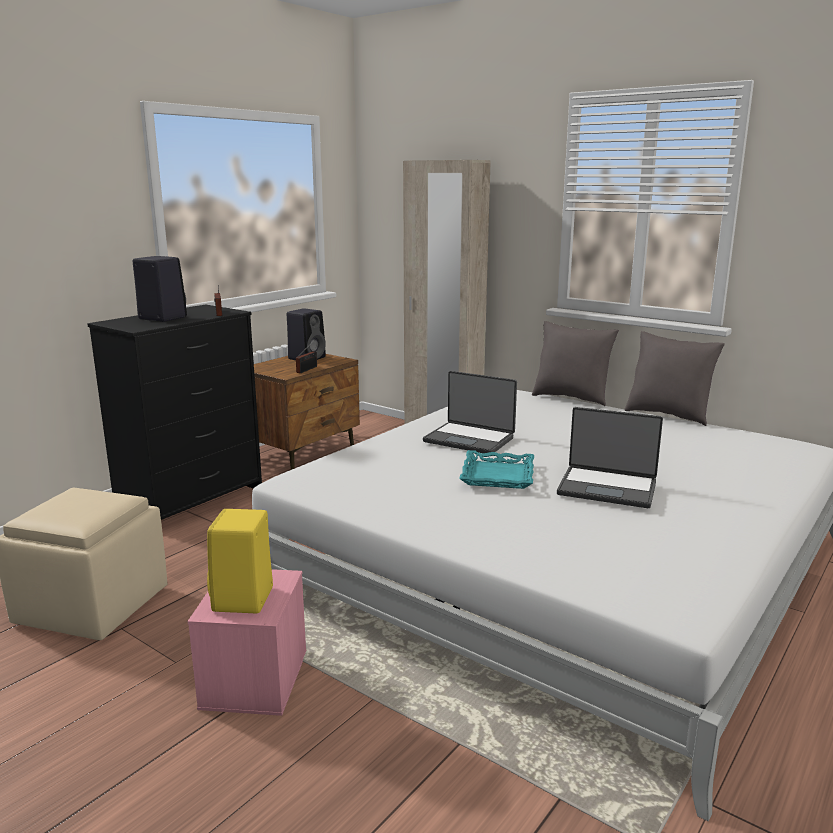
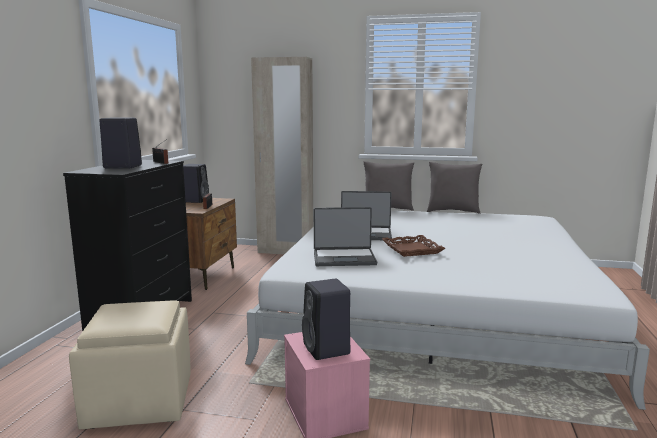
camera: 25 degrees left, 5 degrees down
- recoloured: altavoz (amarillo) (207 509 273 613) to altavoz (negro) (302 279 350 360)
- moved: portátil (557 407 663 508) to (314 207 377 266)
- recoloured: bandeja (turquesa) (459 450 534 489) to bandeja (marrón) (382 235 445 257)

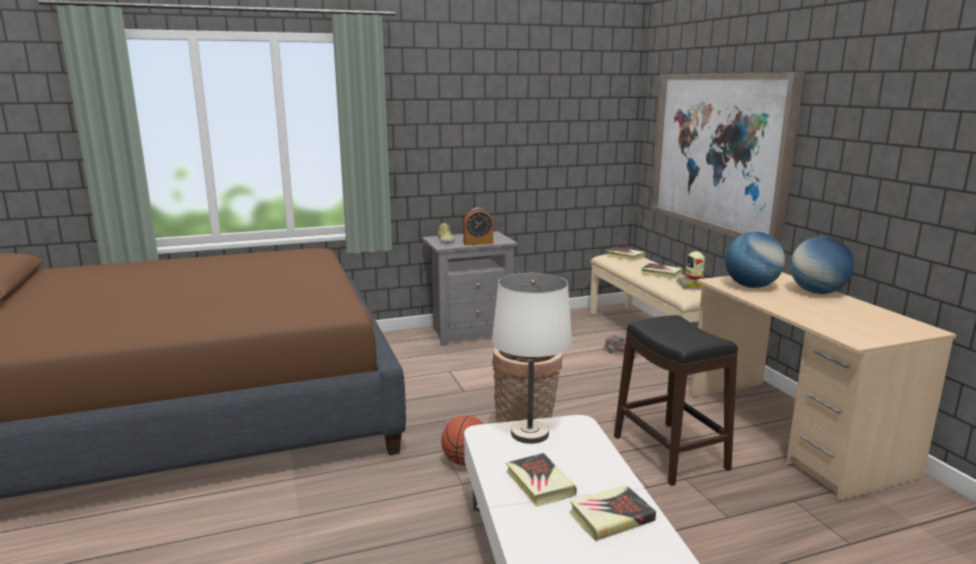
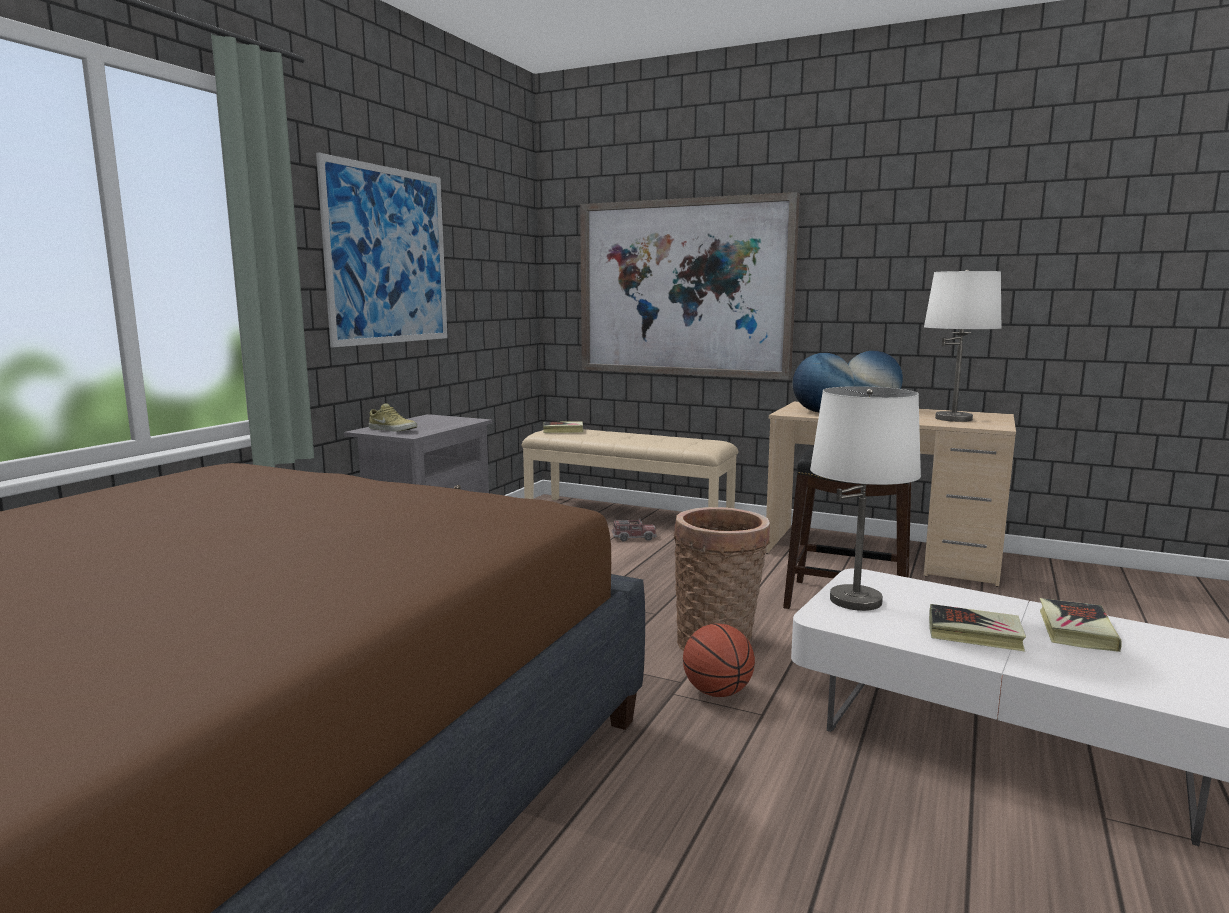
camera: 45 degrees left, 5 degrees down
- added: cuadro (316 152 448 347)
- added: lámpara de mesa (blanco) (924 270 1001 422)
- removed: despertador (463 208 493 245)
- removed: libro (641 263 682 279)
- removed: robot de juguete (676 251 705 290)

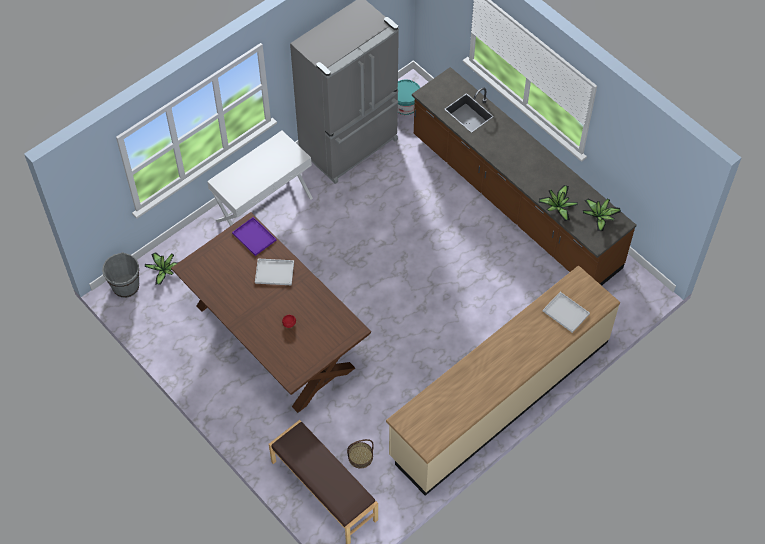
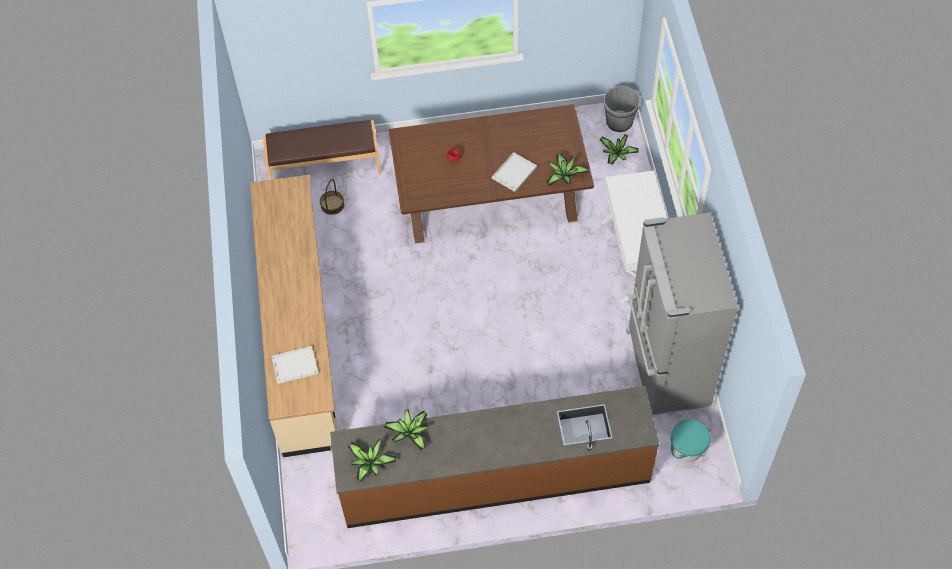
camera: 125 degrees right, 0 degrees up
- replaced: bandeja (morado) (232 217 276 256) to planta en maceta (547 154 589 186)

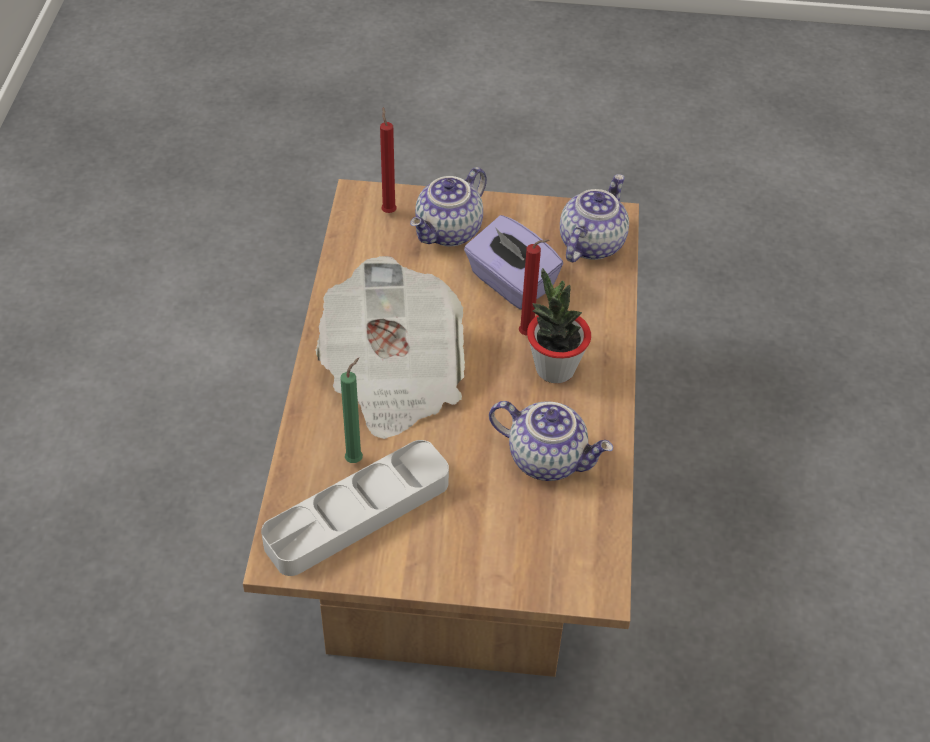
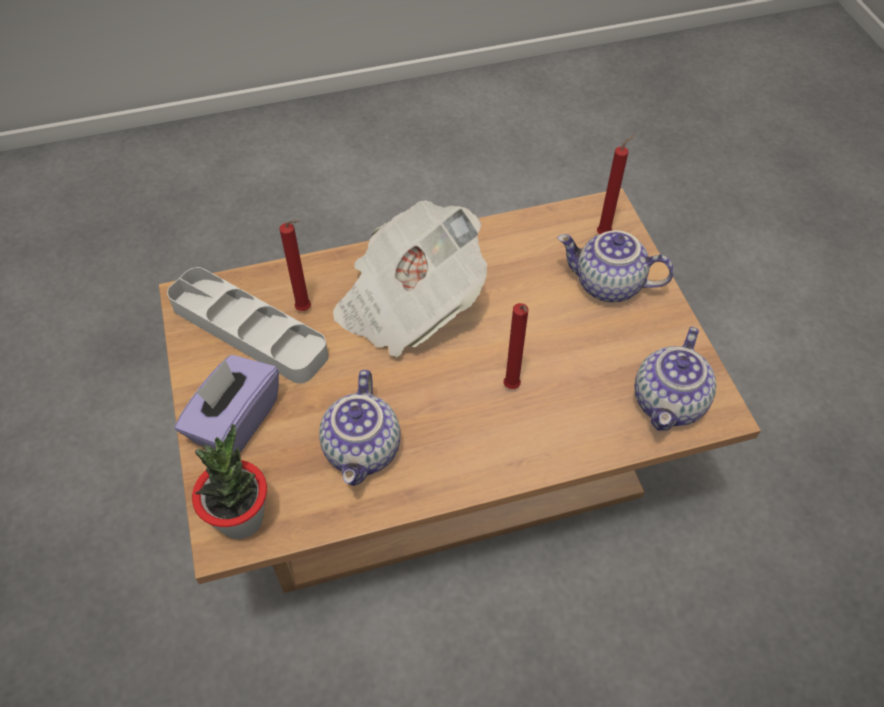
camera: 70 degrees right, 5 degrees up
- moved: caja de pañuelos (morado) (464 215 563 309) to (175 355 279 452)
- moved: planta en maceta (527 268 591 383) to (192 424 267 539)
- recoloured: vela (verde) (341 358 363 463) to vela (rojo) (279 220 311 311)
- turned: tetera (560 174 629 262) = (634 327 716 431) 105 degrees clockwise

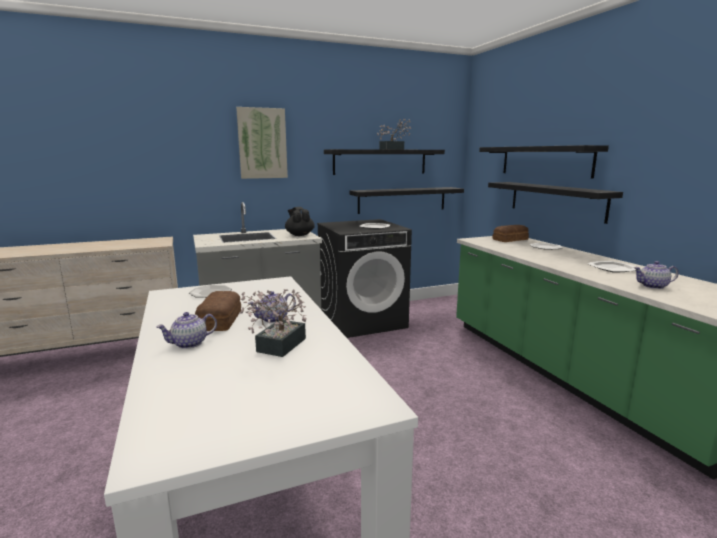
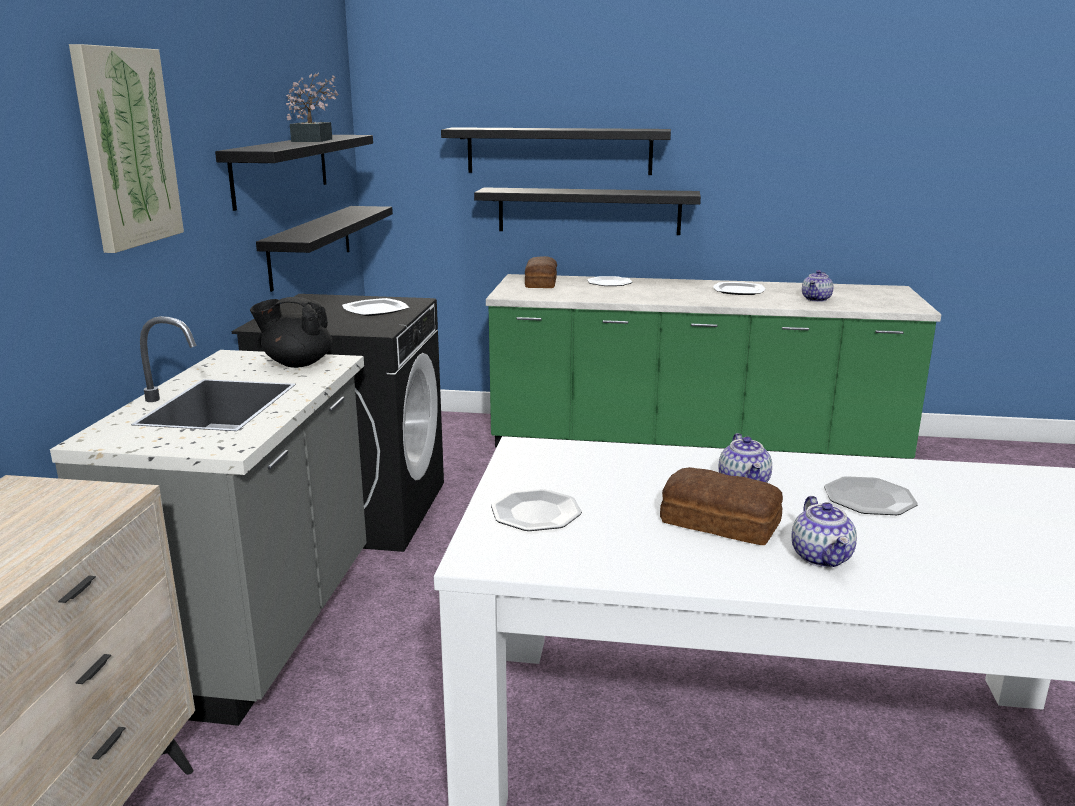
camera: 60 degrees left, 5 degrees up
- replaced: planta en maceta (240 289 306 357) to plato (824 476 918 515)

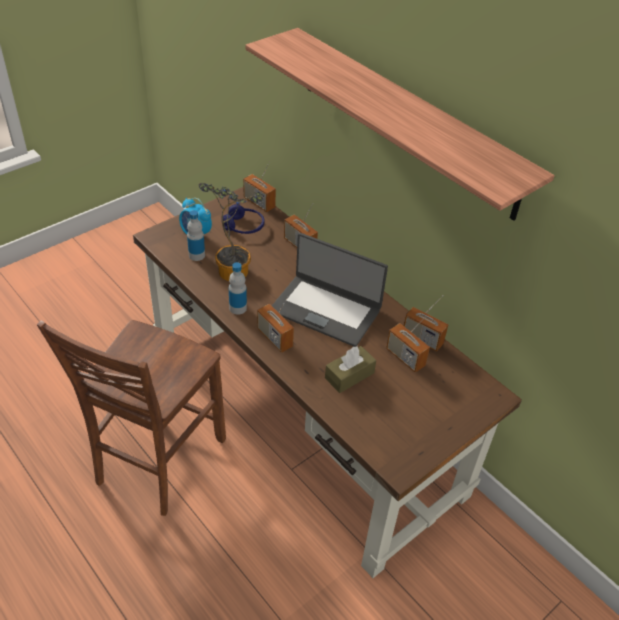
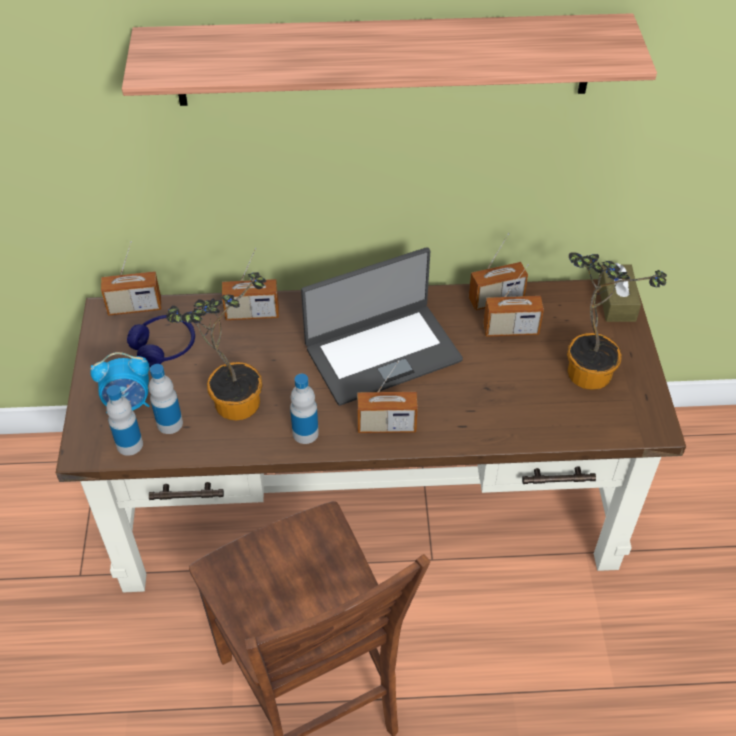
camera: 50 degrees left, 5 degrees up
- added: botella (106 385 143 456)
- added: planta en maceta (567 252 667 390)
- moved: caja de pañuelos (marrón) (325 346 376 393) to (598 263 641 322)

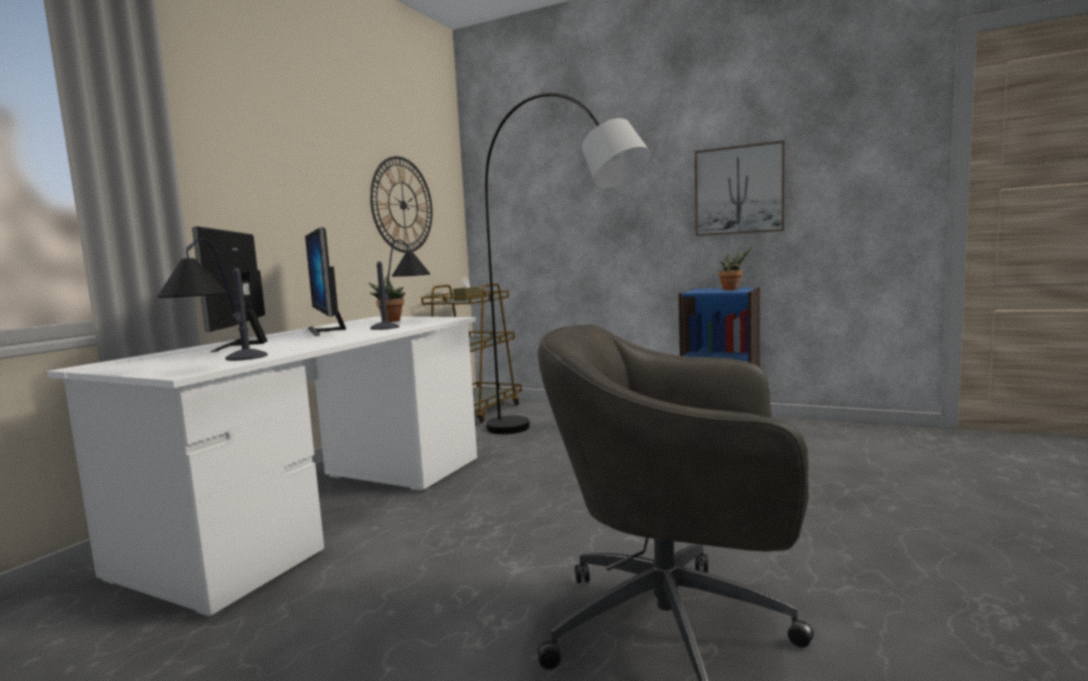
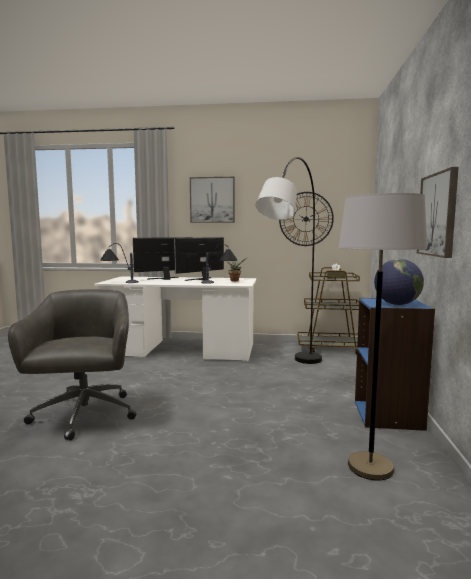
camera: 70 degrees right, 0 degrees up
- added: cuadro (190 177 235 223)
- added: lámpara de pie (gris) (338 193 427 481)
- replaced: planta en maceta (718 246 752 290) to globo terráqueo (374 259 424 305)

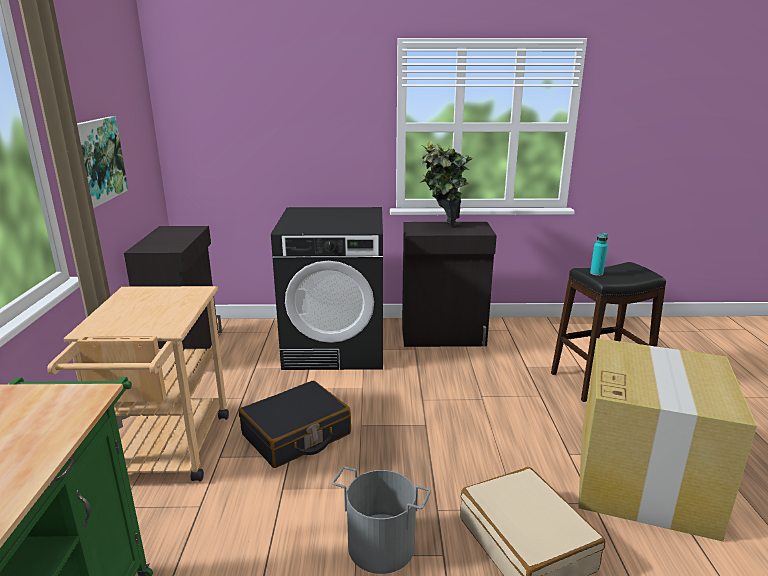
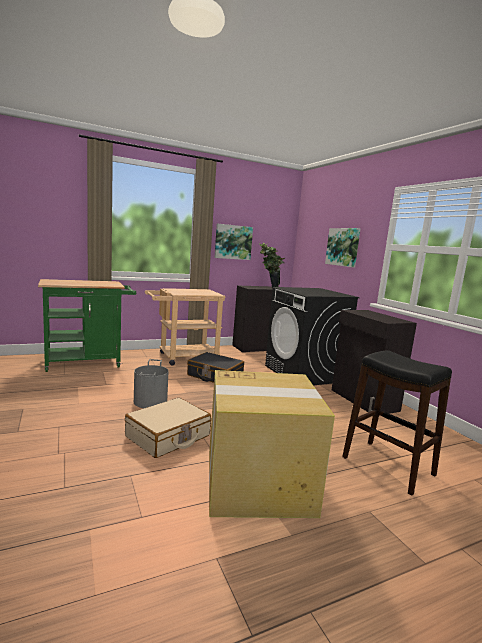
camera: 65 degrees right, 10 degrees down
- moved: planta en maceta (420 141 472 226) to (259 243 284 288)
- added: cuadro (325 228 361 268)
- removed: botella (turquesa) (590 232 608 276)

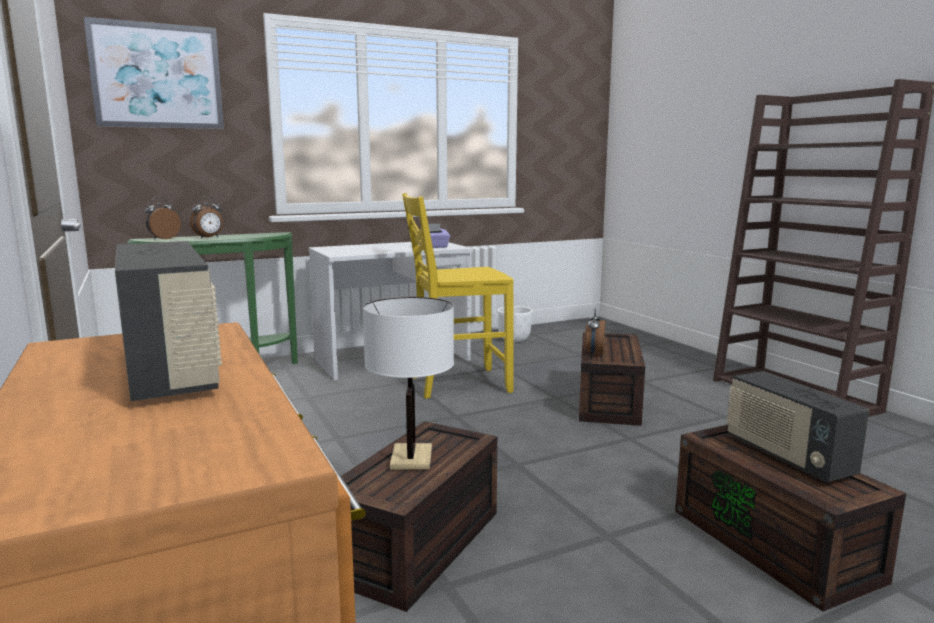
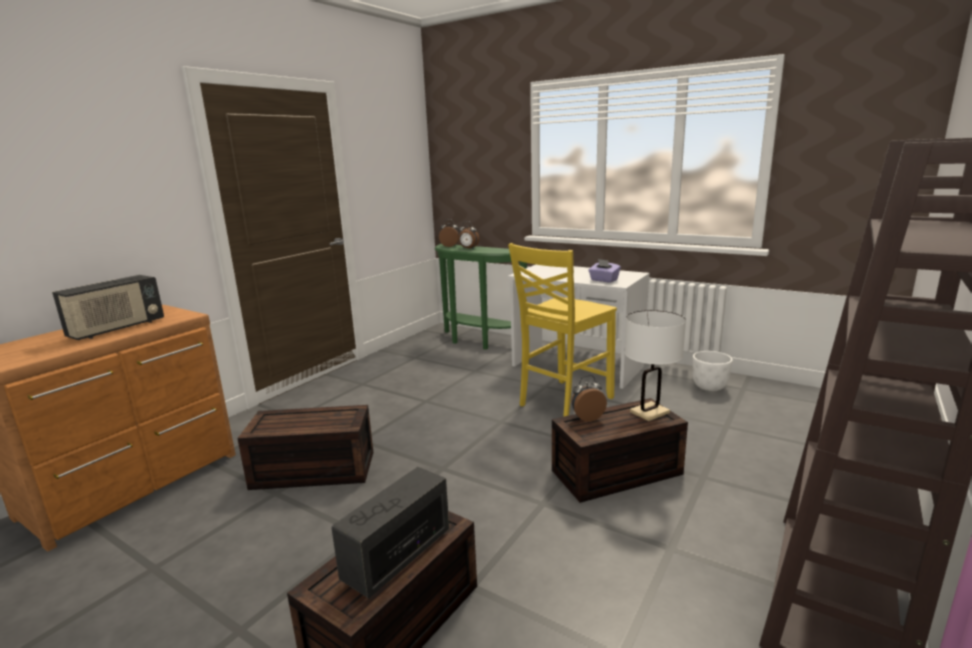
camera: 60 degrees right, 5 degrees up
- turned: silla (amarillo) (402 193 514 399) = (508 243 617 417) 90 degrees counterclockwise
- moved: lámpara de mesa (blanco) (363 297 454 470) to (625 310 686 421)
- removed: cuadro (84 17 224 129)

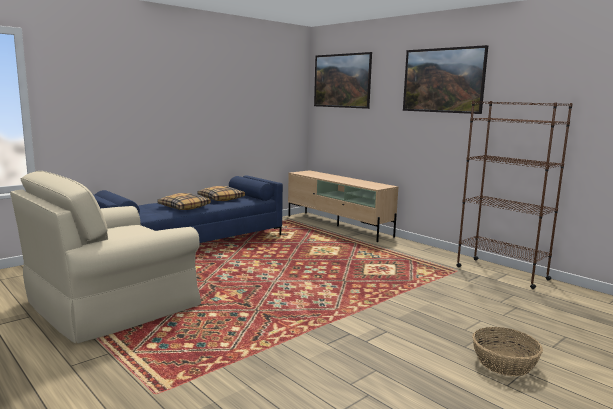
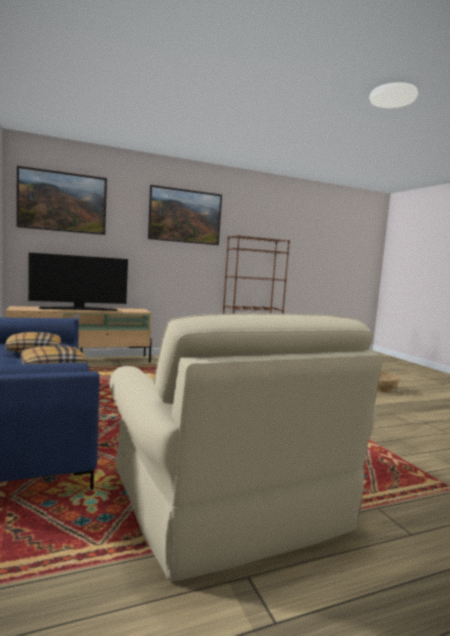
camera: 70 degrees left, 5 degrees down
- added: televisor (28 252 128 311)

